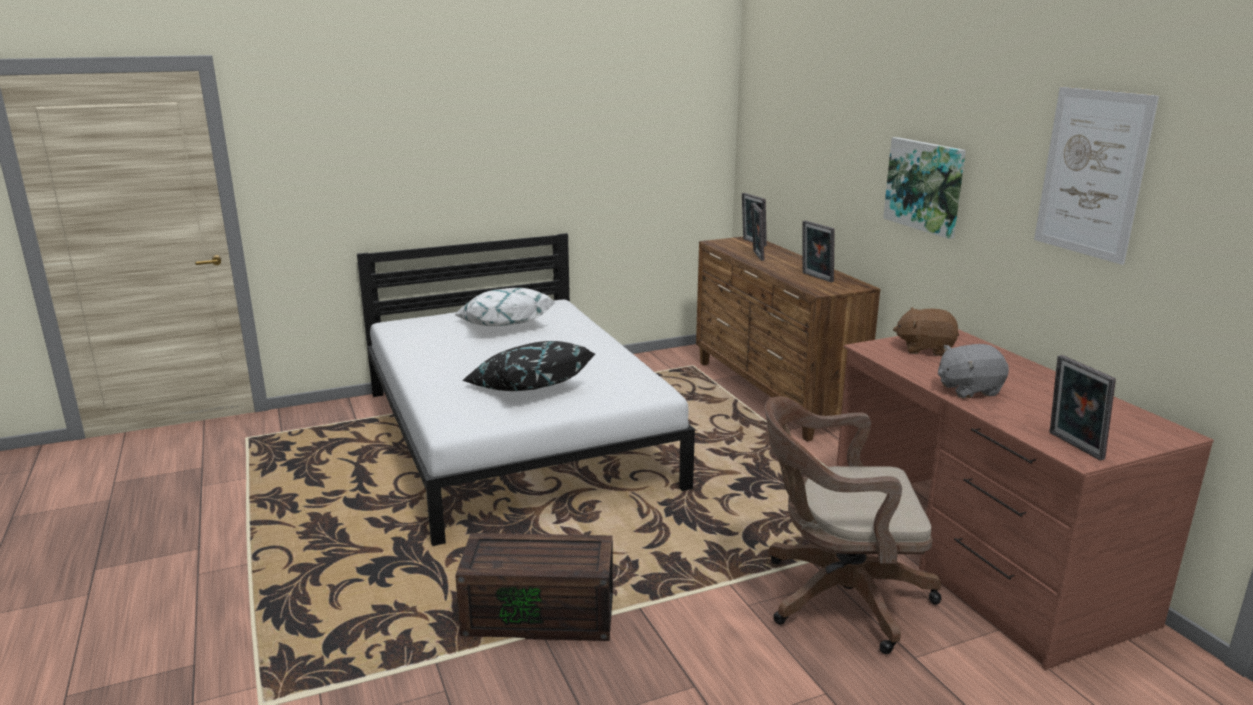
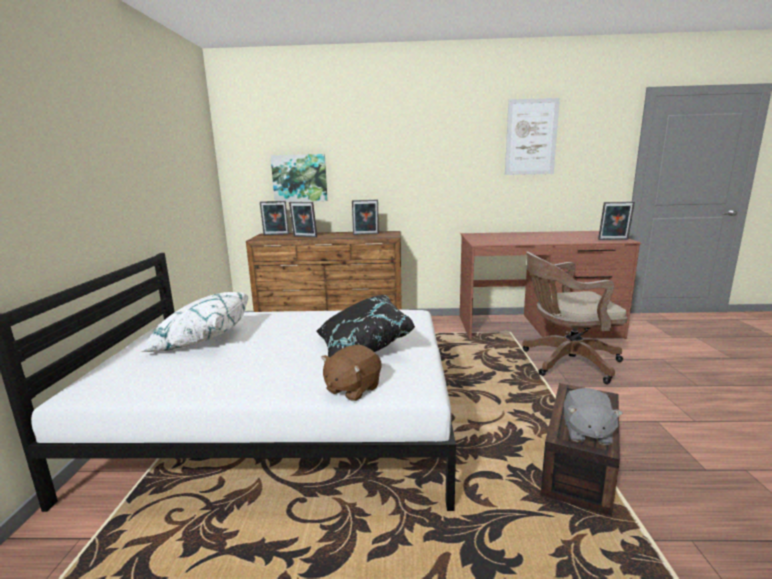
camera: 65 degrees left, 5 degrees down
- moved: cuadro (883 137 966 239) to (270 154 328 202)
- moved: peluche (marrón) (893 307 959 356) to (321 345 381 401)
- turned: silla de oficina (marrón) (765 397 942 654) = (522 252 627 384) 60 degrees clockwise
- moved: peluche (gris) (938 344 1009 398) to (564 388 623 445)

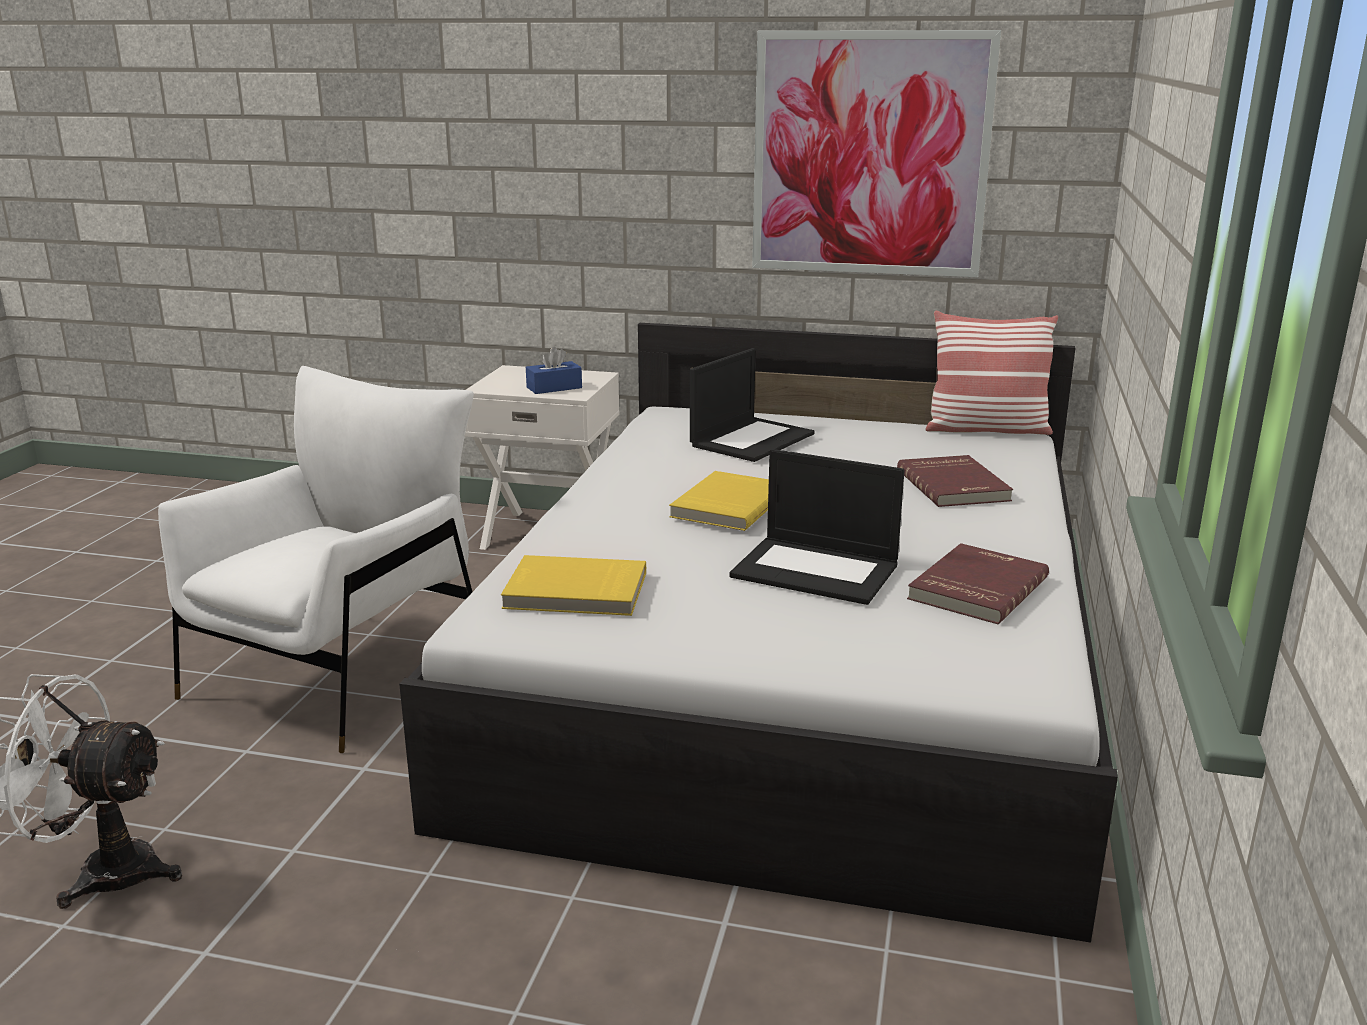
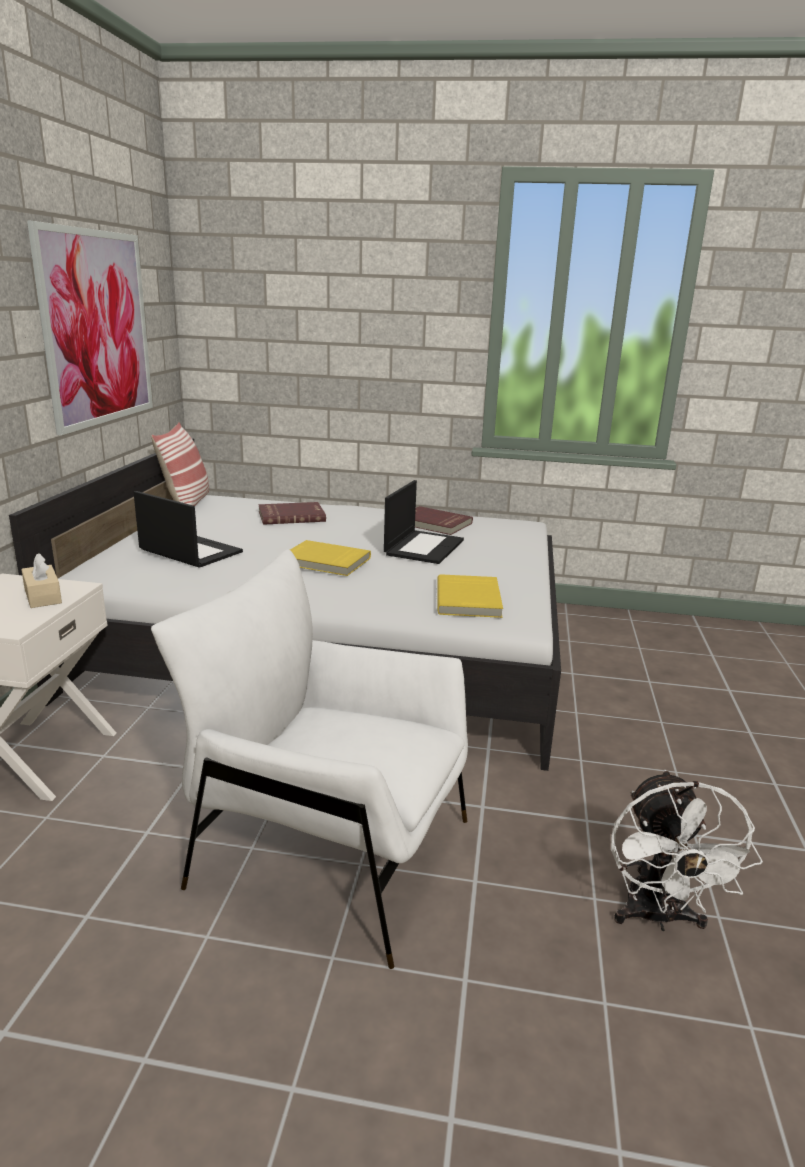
camera: 95 degrees left, 0 degrees up
- recoloured: caja de pañuelos (azul) (526 346 582 394) to caja de pañuelos (beis) (21 553 62 608)

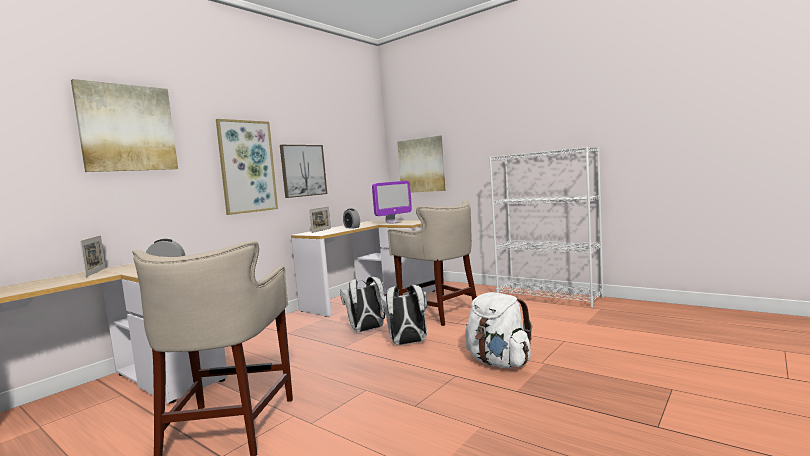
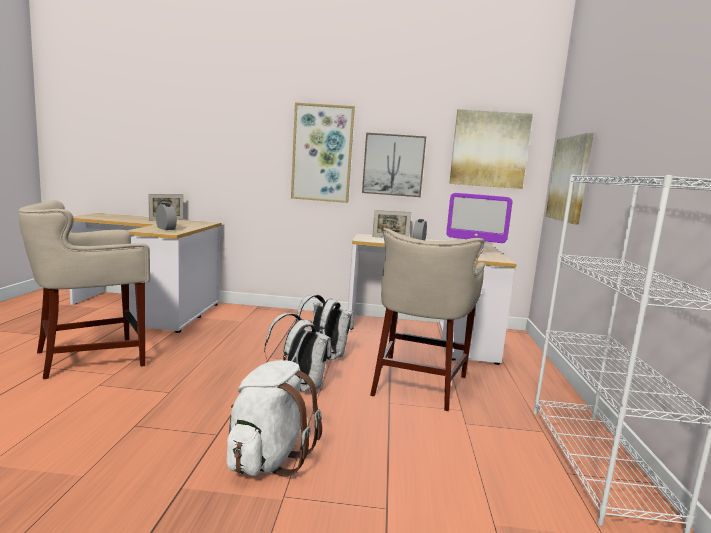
camera: 55 degrees right, 5 degrees up
- moved: cuadro (71 79 178 172) to (449 109 533 189)

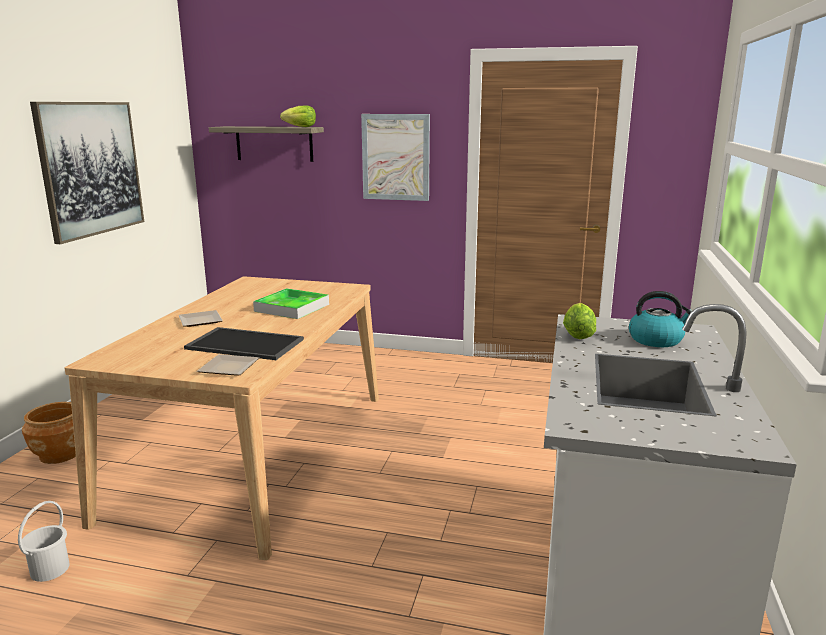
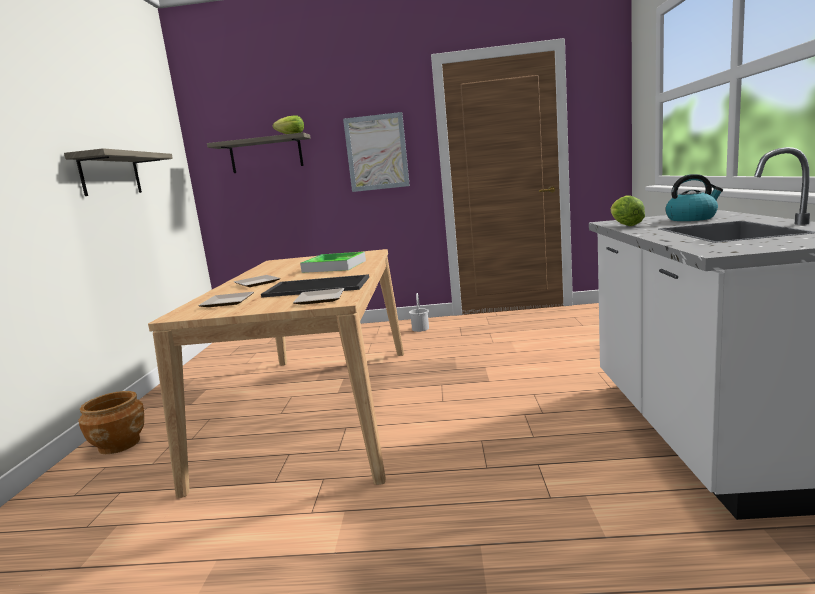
camera: 10 degrees left, 5 degrees down
- replaced: cuadro (30 102 144 244) to estante (64 148 173 196)
- added: plato (198 292 254 307)
- moved: cubo (blanco) (18 501 70 582) to (409 293 429 332)

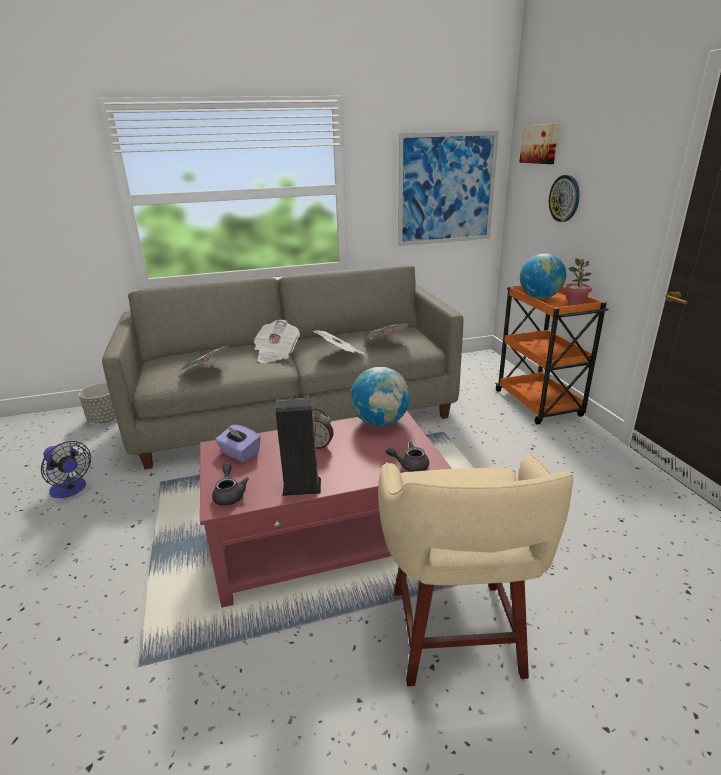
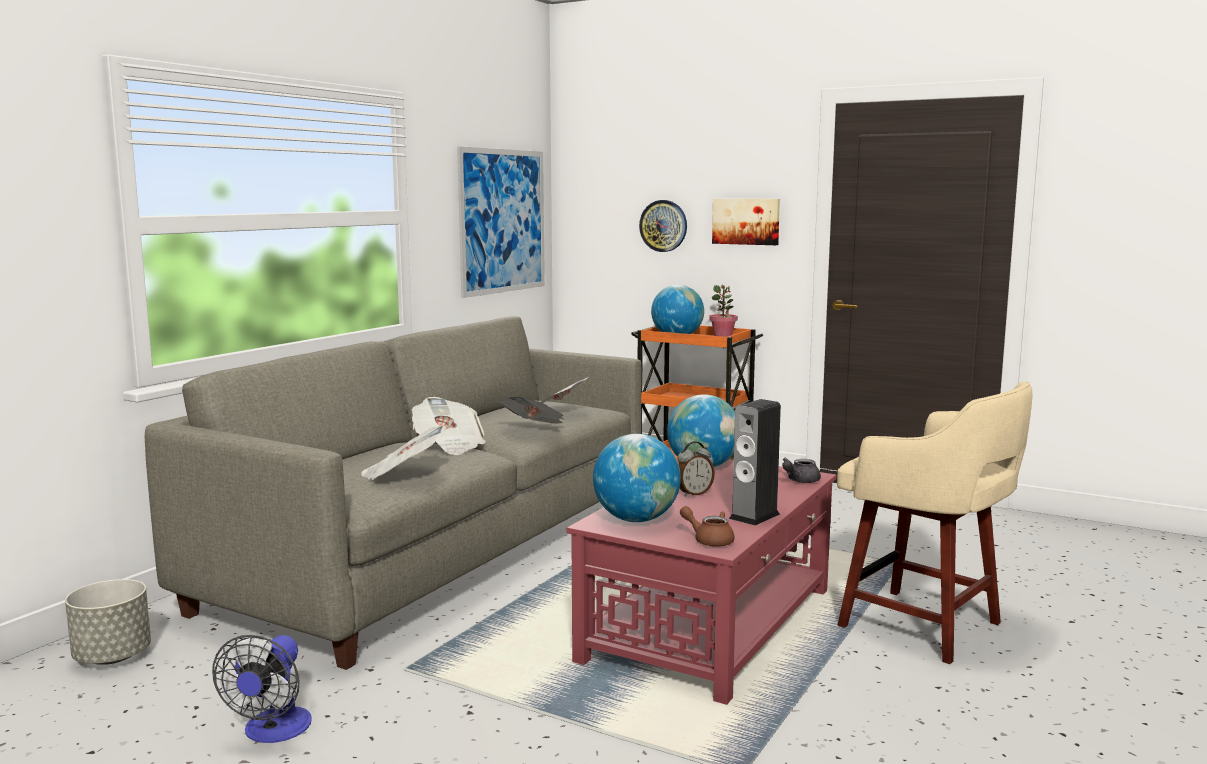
camera: 45 degrees left, 15 degrees down
- turned: ventilador (41 441 91 498) = (212 635 312 743) 105 degrees clockwise
- replaced: caja de pañuelos (morado) (215 425 261 463) to globo terráqueo (593 434 681 522)
- recoloured: tetera (gris) (212 462 249 506) to tetera (marrón) (680 506 734 547)
- moved: cuadro (519 124 559 164) to (712 199 780 245)

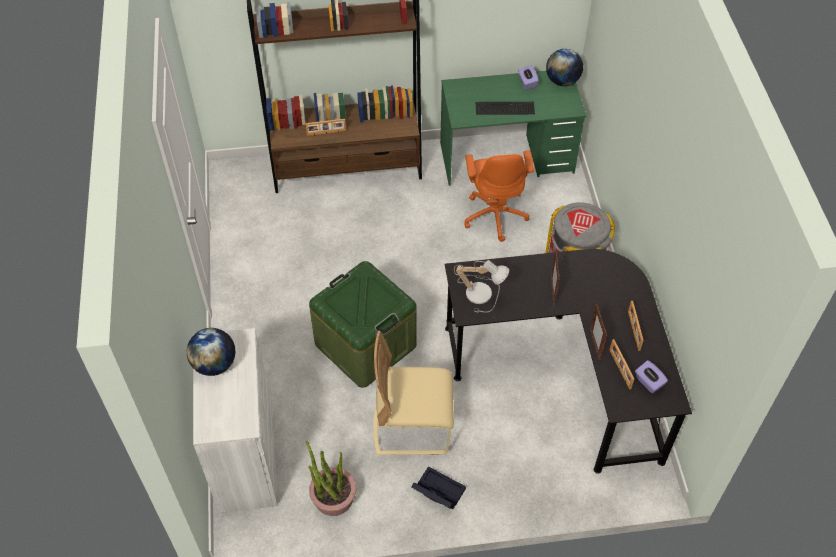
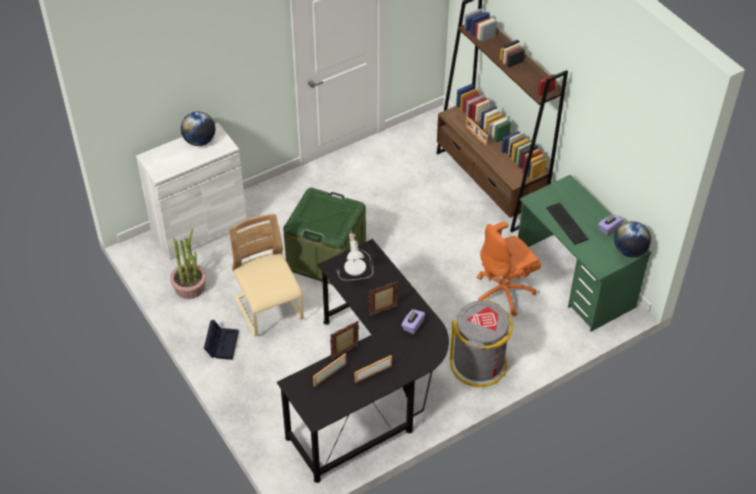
camera: 65 degrees right, 5 degrees down
- moved: caja de pañuelos (morado) (635 360 668 393) to (401 309 425 334)

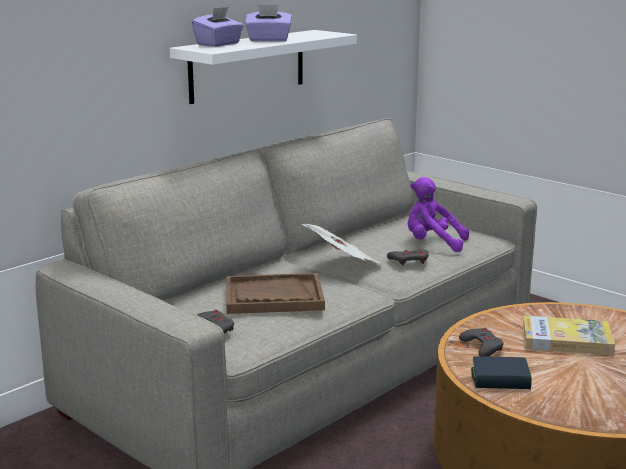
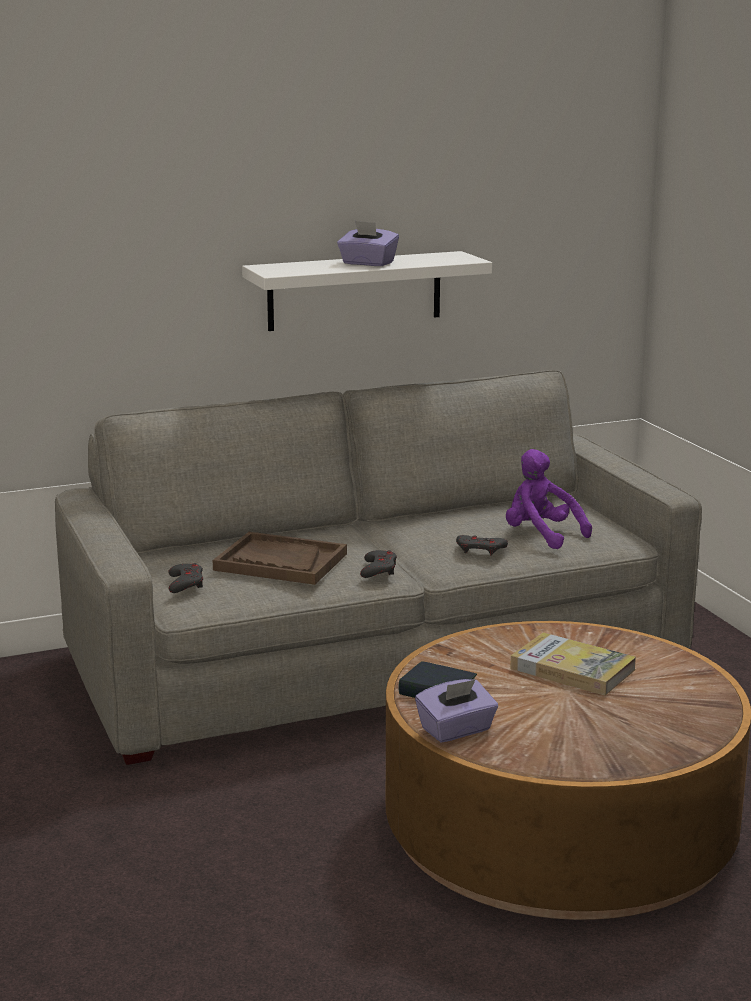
camera: 25 degrees right, 0 degrees up
- moved: mando de consola (gris) (459 328 504 357) to (360 550 397 578)
- moved: caja de pañuelos (morado) (192 7 244 47) to (415 679 498 743)
- removed: periódico (302 224 382 263)

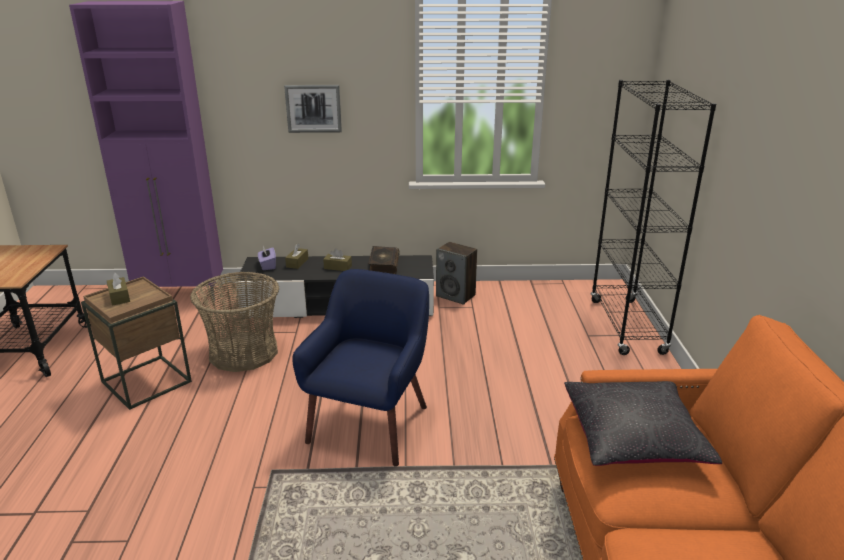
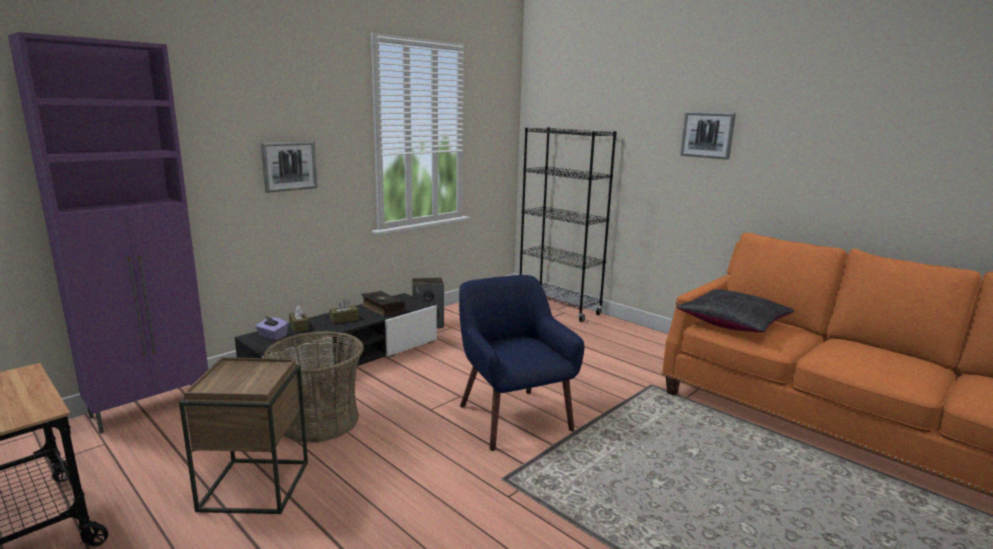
camera: 45 degrees left, 10 degrees down
- added: cuadro (680 112 736 160)
- removed: caja de pañuelos (marrón) (107 273 130 306)

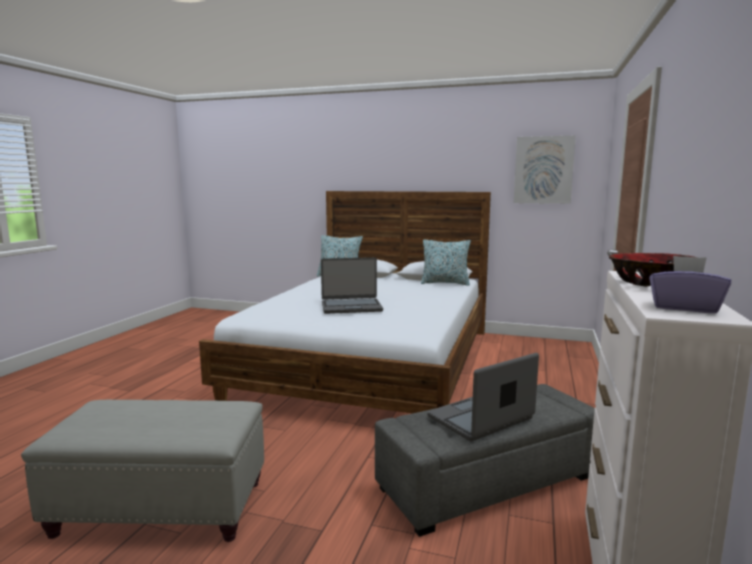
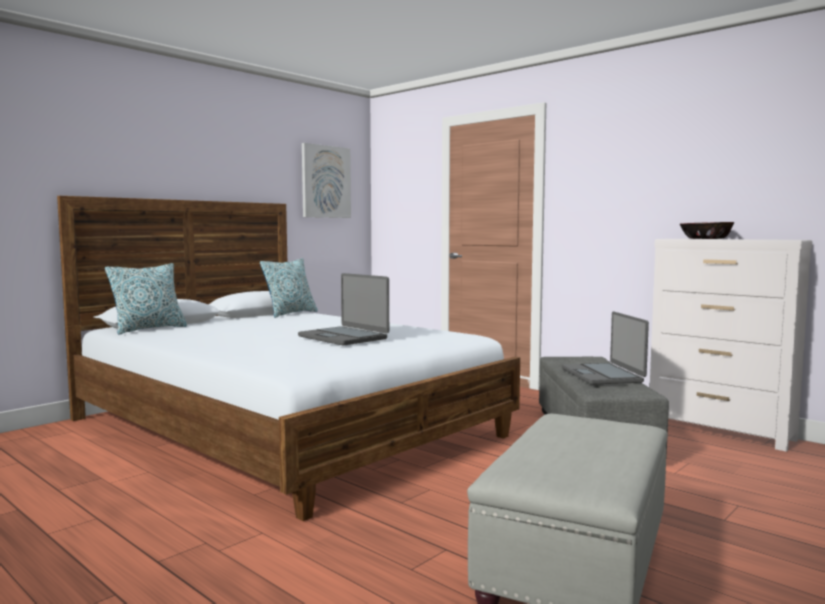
camera: 65 degrees left, 5 degrees down
- turned: portátil (321 257 383 314) = (298 273 389 346) 120 degrees clockwise
- removed: caja de pañuelos (morado) (649 255 731 313)

